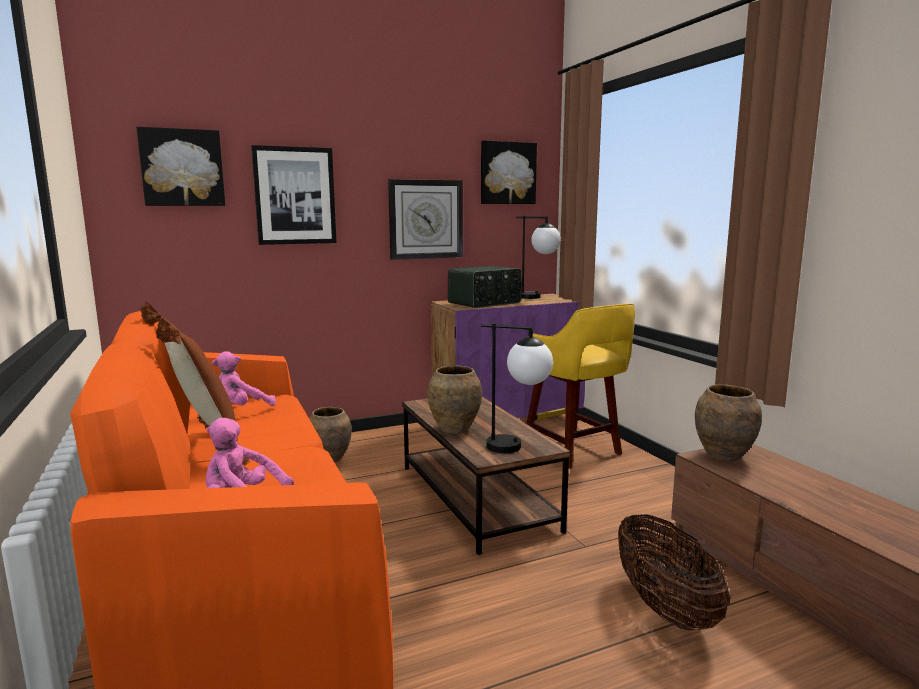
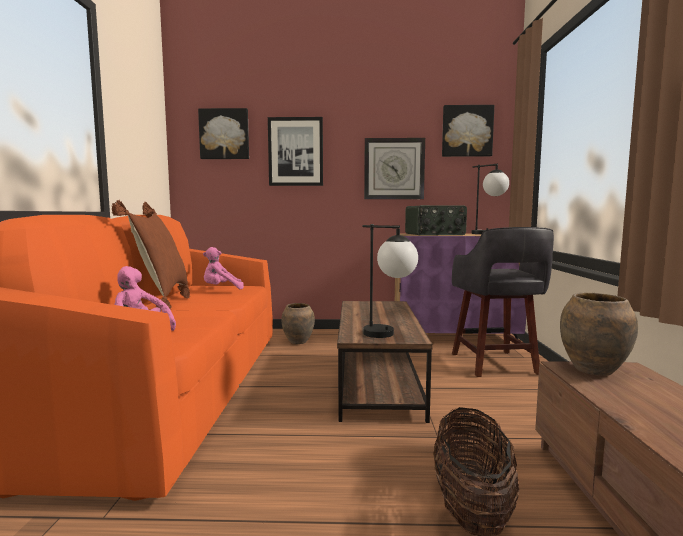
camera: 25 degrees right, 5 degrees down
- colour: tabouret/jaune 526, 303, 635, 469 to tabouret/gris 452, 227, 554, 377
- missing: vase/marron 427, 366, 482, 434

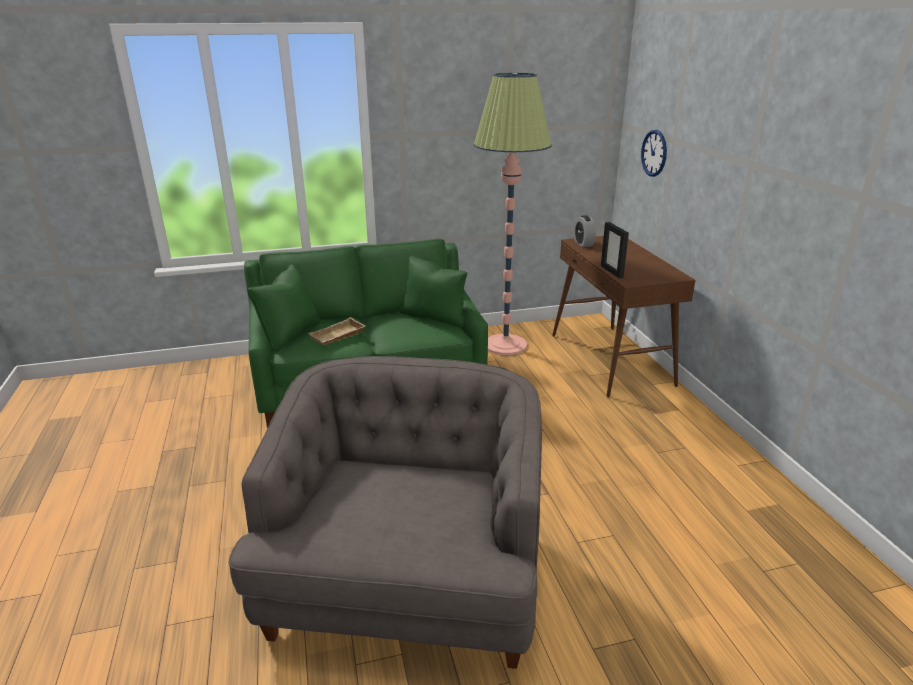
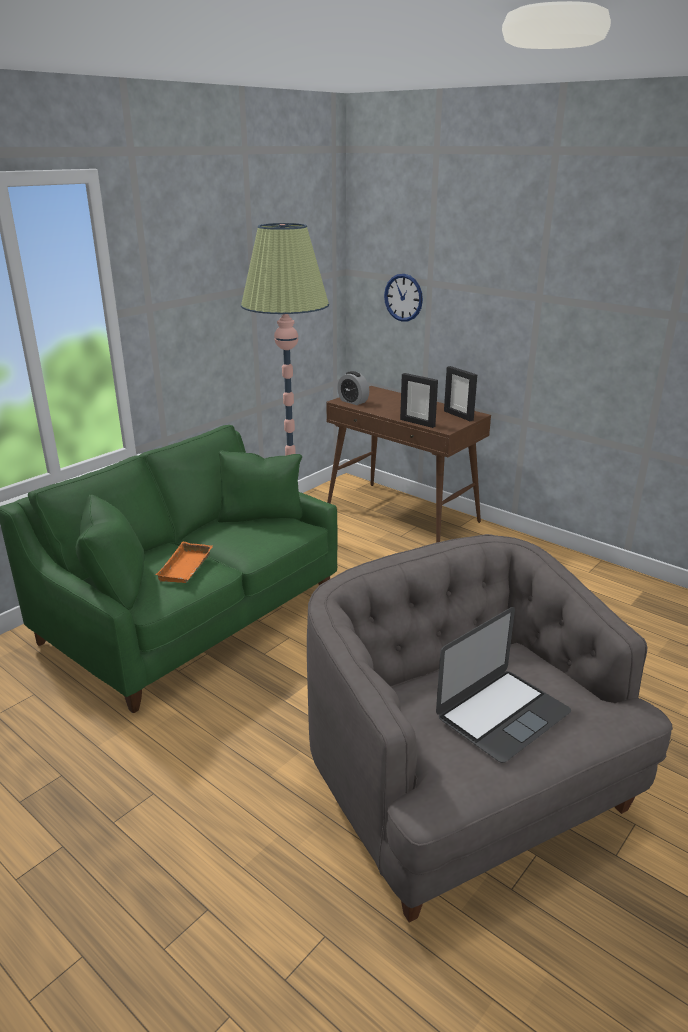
camera: 35 degrees left, 0 degrees up
- colour: plateau/beige 308, 317, 365, 345 to plateau/orange 156, 541, 213, 583
- appeared: ordinateur portable 436, 607, 571, 763
- appeared: cadre photo 444, 366, 477, 421

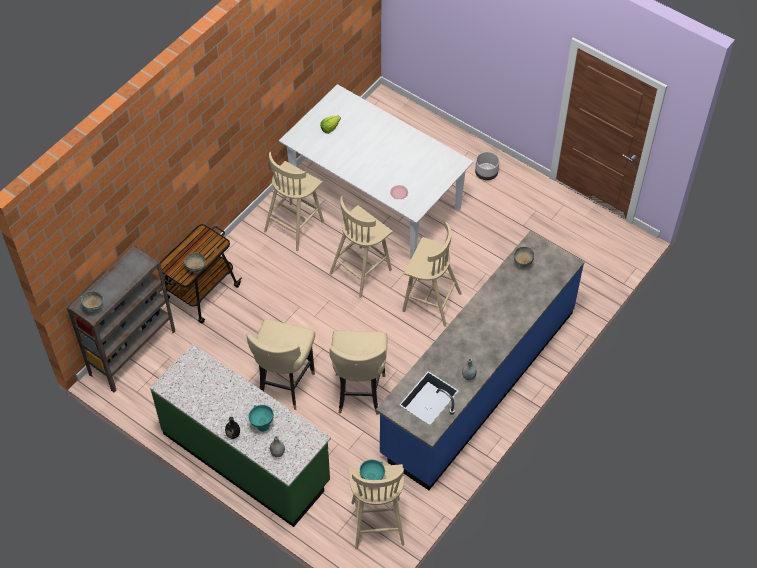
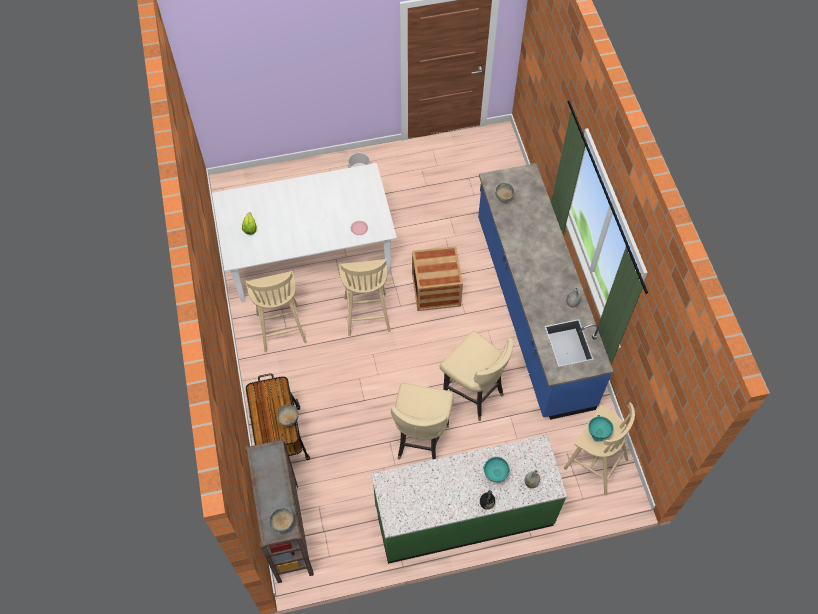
camera: 50 degrees left, 5 degrees up
- spun: chaise/beige 246, 319, 315, 410 = 391, 383, 454, 460 45 degrees clockwise
- exchanged: tabouret/beige 402, 222, 462, 327 to caisse 412, 246, 463, 311

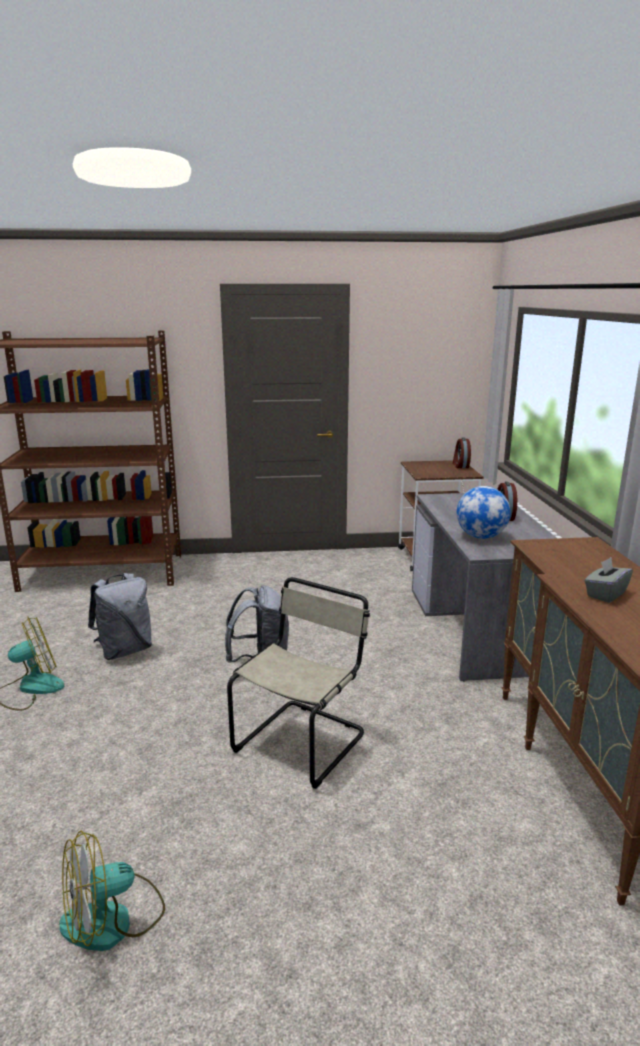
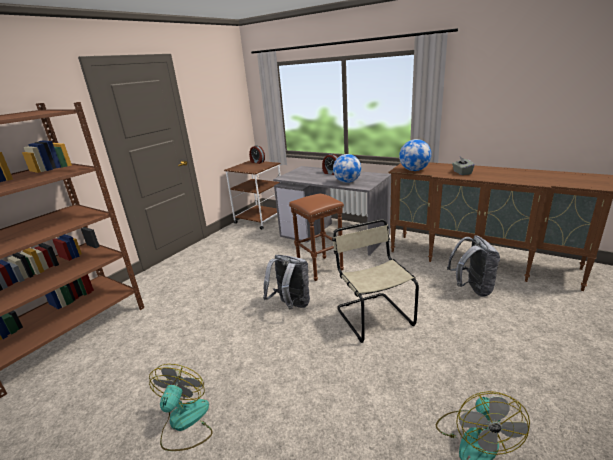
camera: 50 degrees left, 5 degrees up
- appeared: tabouret/marron 289, 194, 344, 281
- appeared: globe 399, 139, 432, 171
- relocated: sac à dos/gris 88, 573, 152, 660 to 447, 235, 500, 297

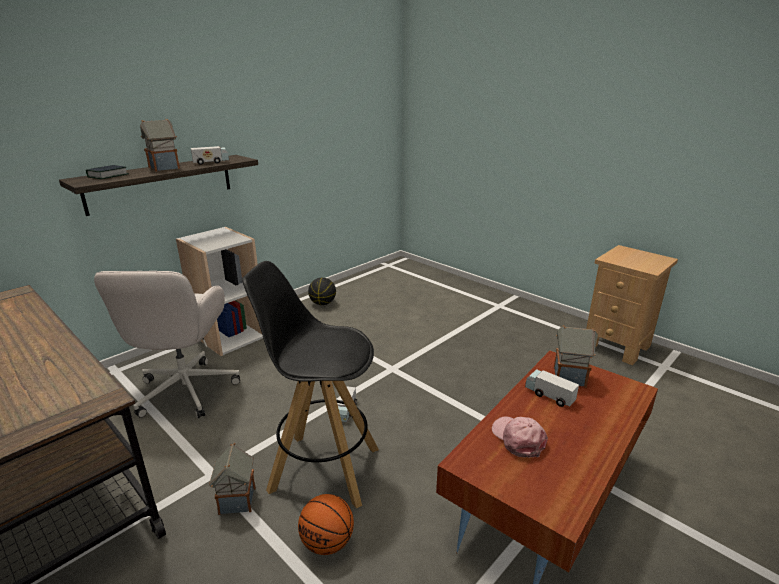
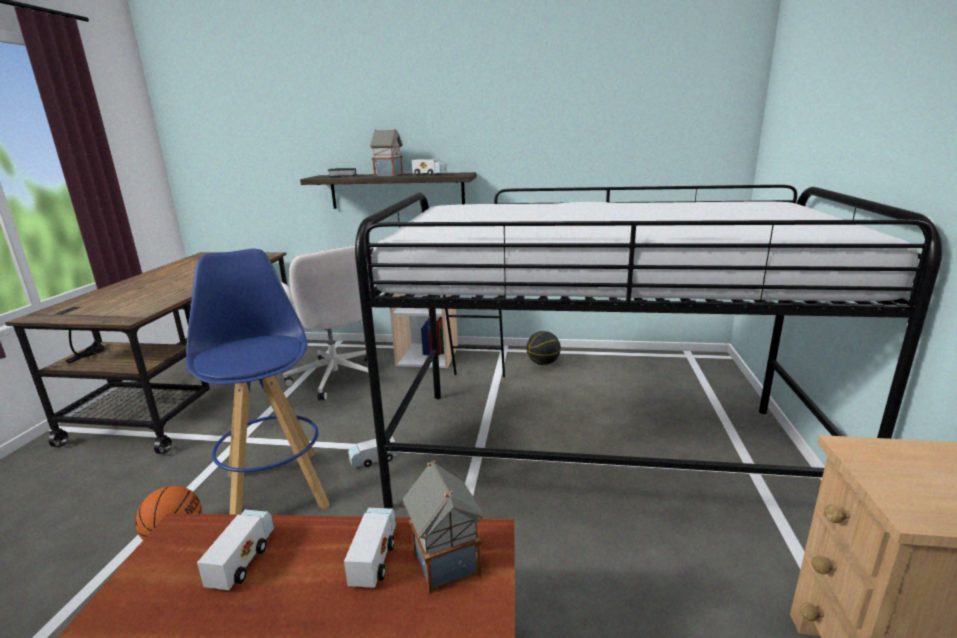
camera: 55 degrees right, 5 degrees down
- colour: tabouret/noir 242, 261, 379, 508 to tabouret/bleu 186, 249, 330, 515
- exchanged: casquette/rose 492, 416, 548, 458 to camion jouet 197, 510, 274, 590
- spun: chaise de bureau/blanc 94, 271, 240, 418 = 281, 245, 380, 400 90 degrees counterclockwise
- appeared: lit/noir 355, 185, 943, 509
- missing: maison miniature 209, 443, 256, 515

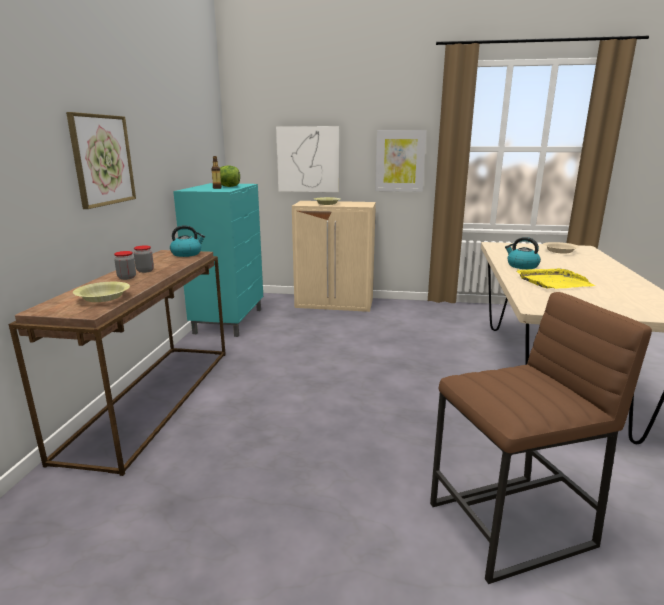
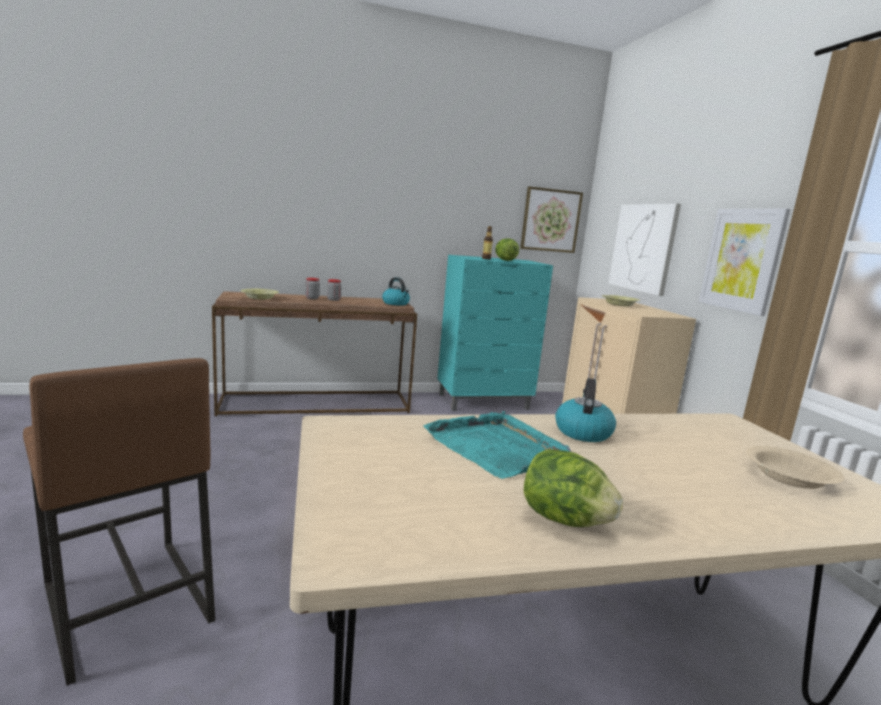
camera: 65 degrees right, 5 degrees down
- colour: plateau/jaune 516, 268, 596, 289 to plateau/turquoise 423, 411, 571, 479
- relocated: tableau 66, 112, 136, 209 to 520, 186, 583, 253
- appeared: laitue 524, 449, 623, 527

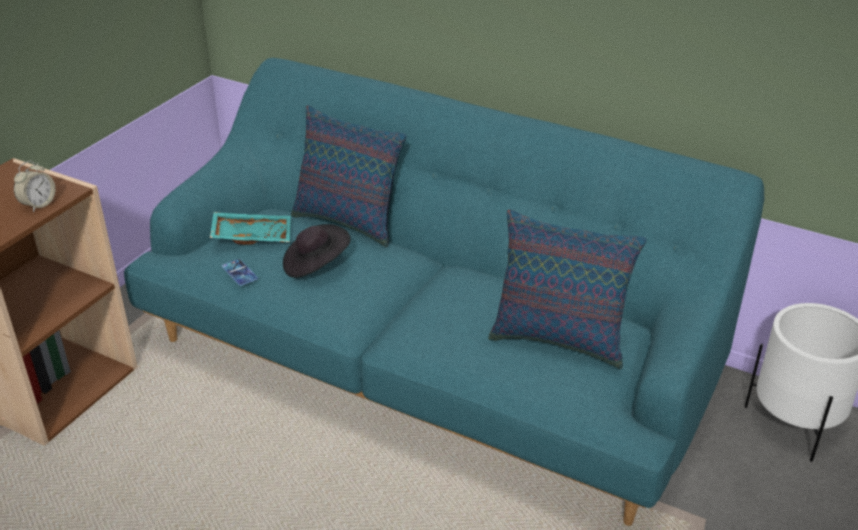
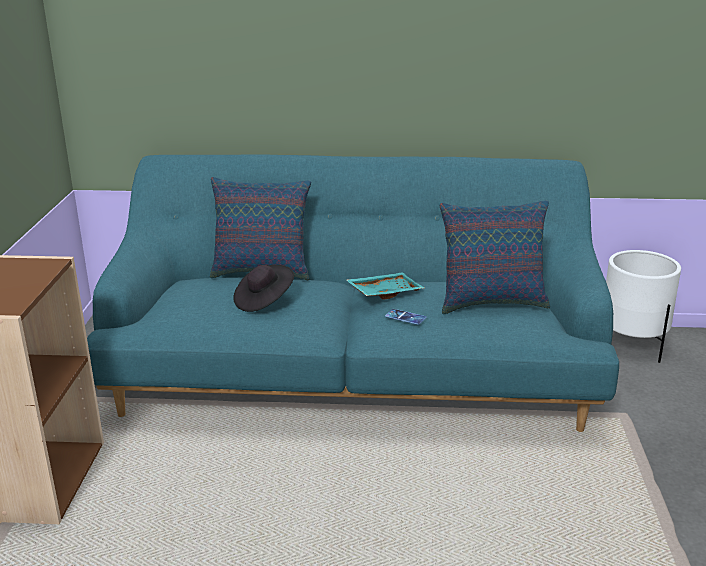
camera: 25 degrees left, 10 degrees down
- relocated: plateau/turquoise 210, 212, 291, 245 to 346, 272, 424, 299
- relocated: téléphone 222, 259, 258, 286 to 385, 309, 427, 325
- missing: réveil 14, 161, 56, 212

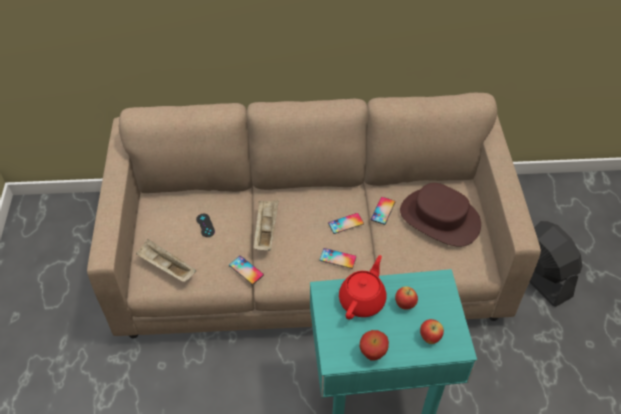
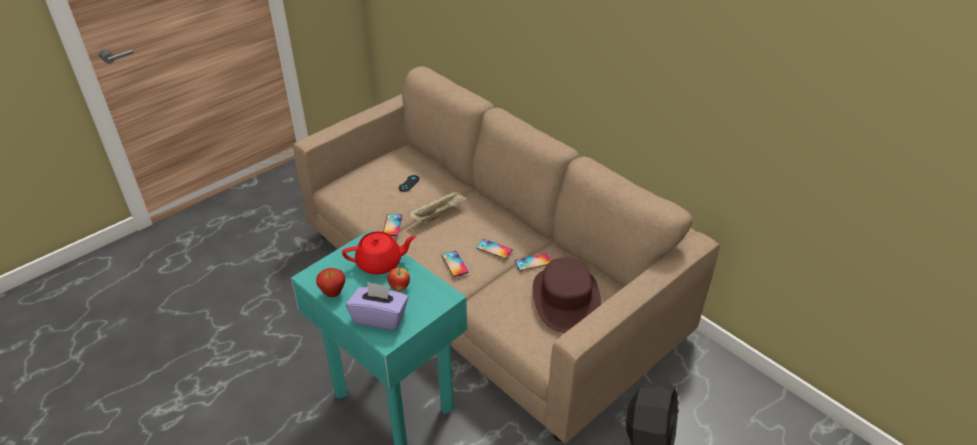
camera: 50 degrees right, 10 degrees down
- exchanged: pomme 420, 319, 444, 344 to boîte à mouchoirs/violet 346, 281, 409, 330
- missing: plateau/beige 136, 239, 197, 282

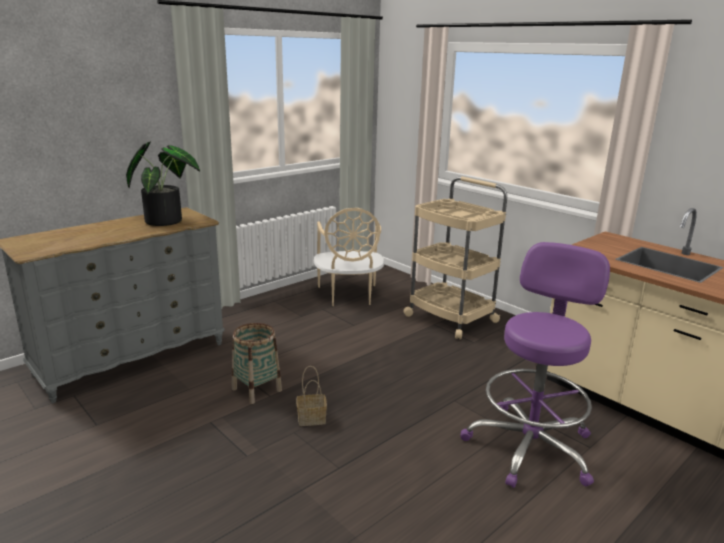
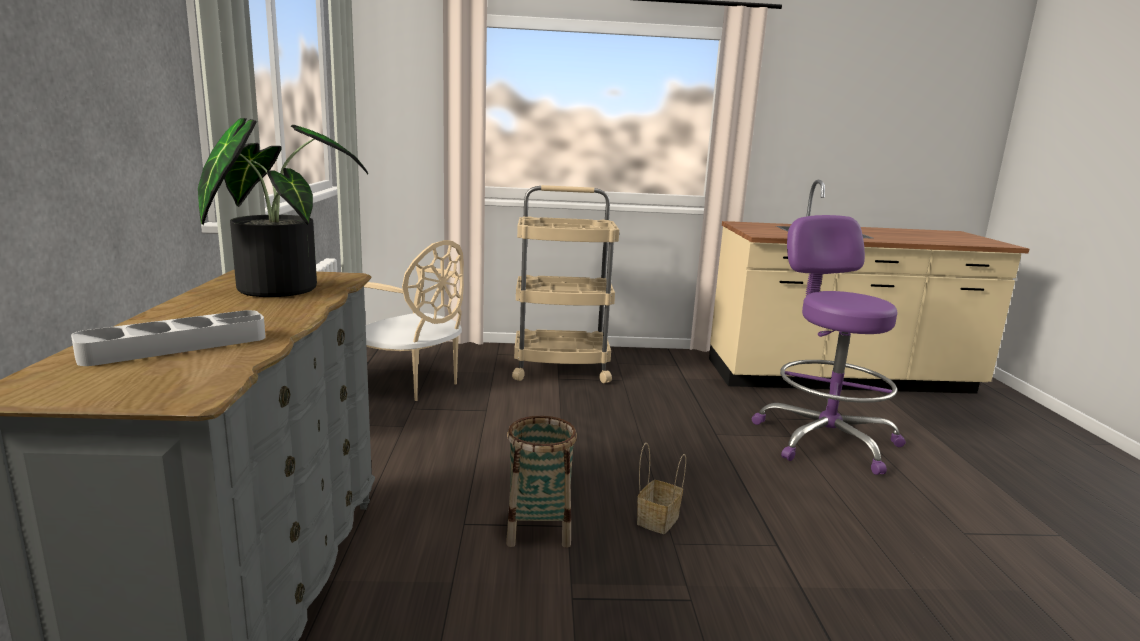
camera: 50 degrees left, 5 degrees down
- appeared: plateau/gris 71, 310, 266, 366

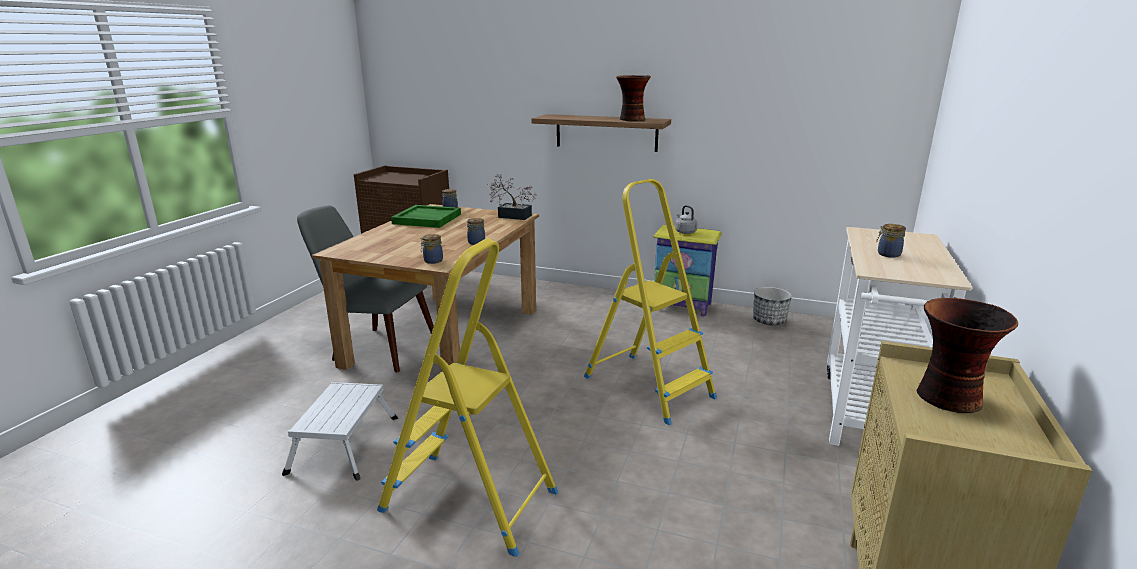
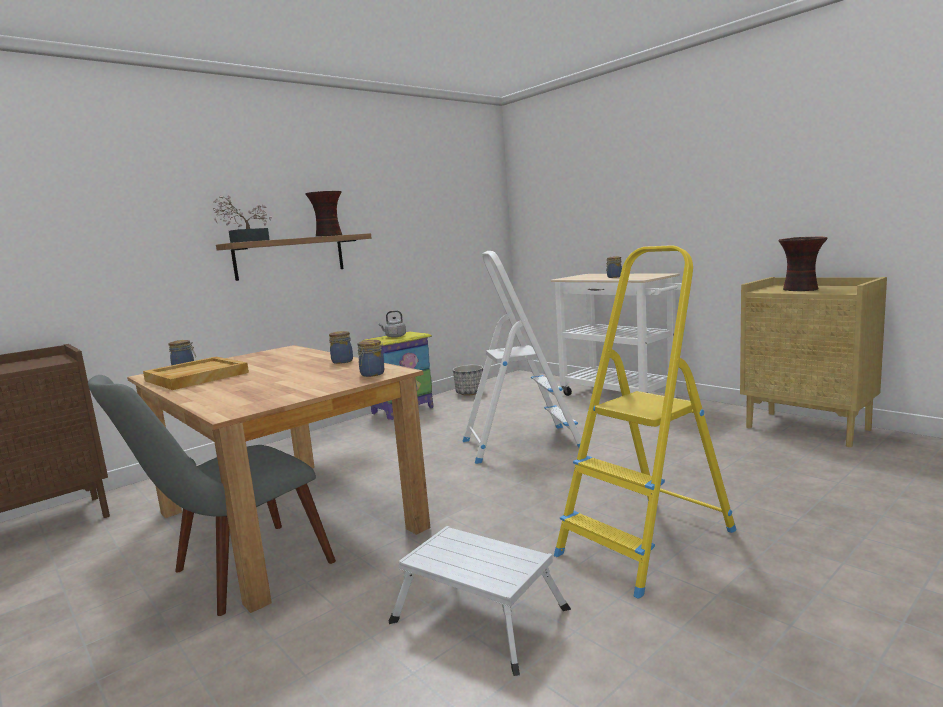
camera: 60 degrees left, 10 degrees down
- colour: plateau/vert 391, 205, 461, 228 to plateau/beige 143, 357, 249, 390
- relocated: plante en pot 487, 174, 537, 220 to 213, 195, 272, 243
- colour: escabeau/jaune 584, 179, 717, 425 to escabeau/blanc 463, 251, 582, 464

